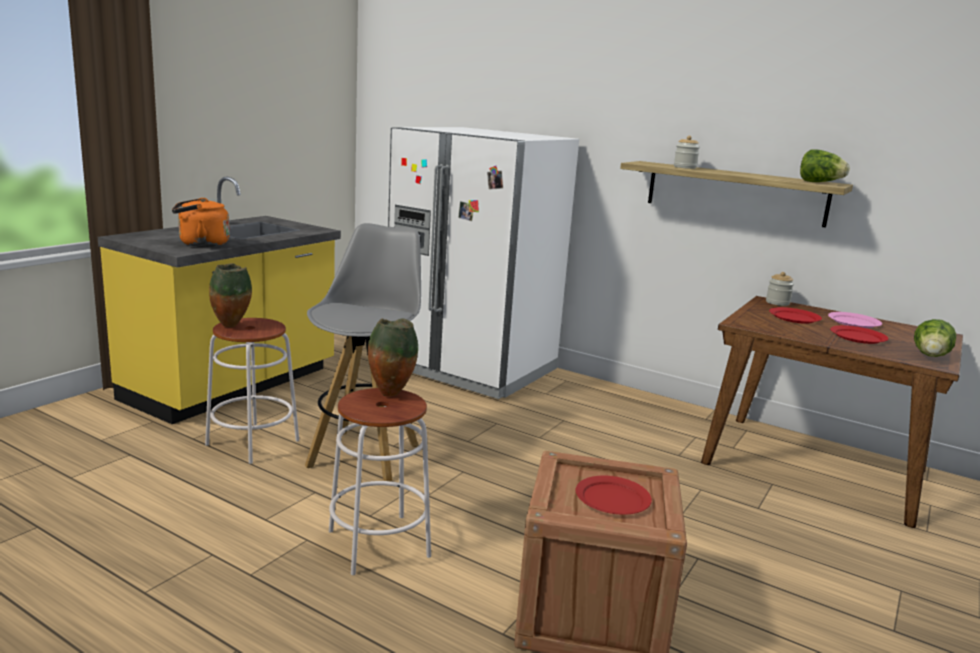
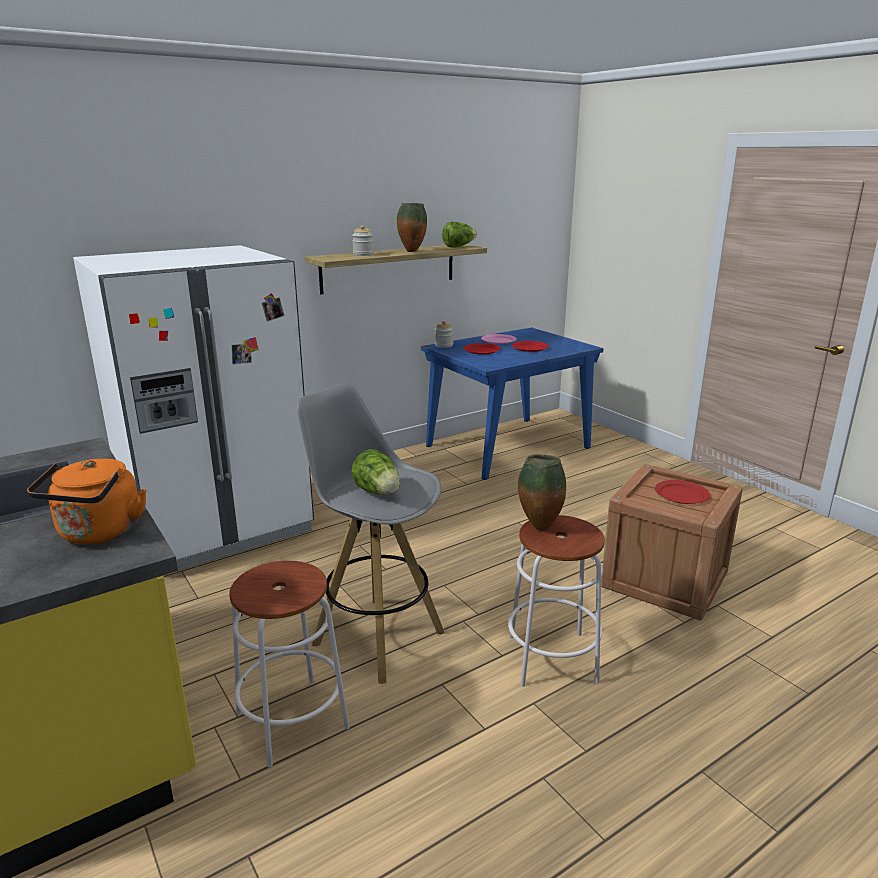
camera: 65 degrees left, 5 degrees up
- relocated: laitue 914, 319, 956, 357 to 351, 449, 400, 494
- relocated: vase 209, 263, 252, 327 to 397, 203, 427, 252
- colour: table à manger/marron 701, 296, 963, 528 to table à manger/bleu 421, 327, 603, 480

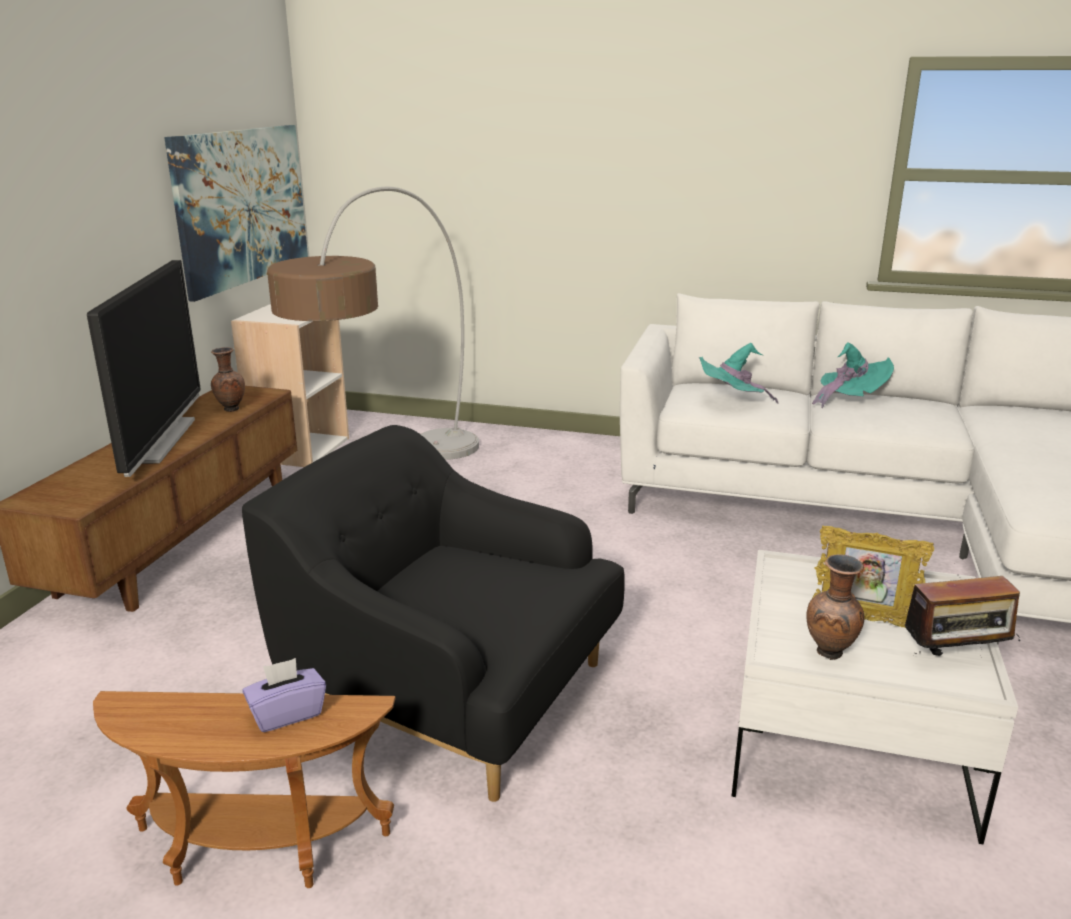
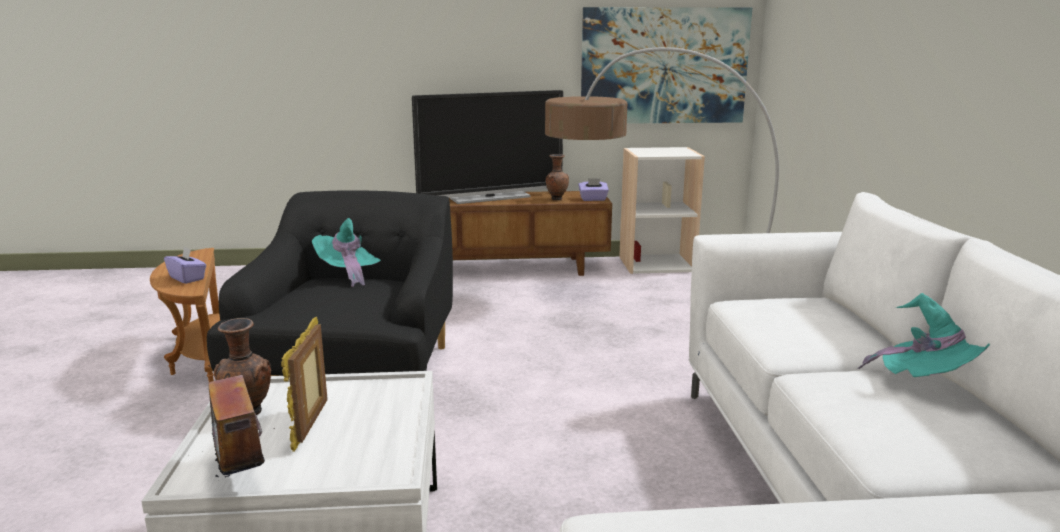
camera: 70 degrees right, 5 degrees down
- relocated: chapeau/turquoise 699, 343, 779, 404 to 312, 218, 381, 287
- appeared: boîte à mouchoirs/violet 578, 178, 609, 201

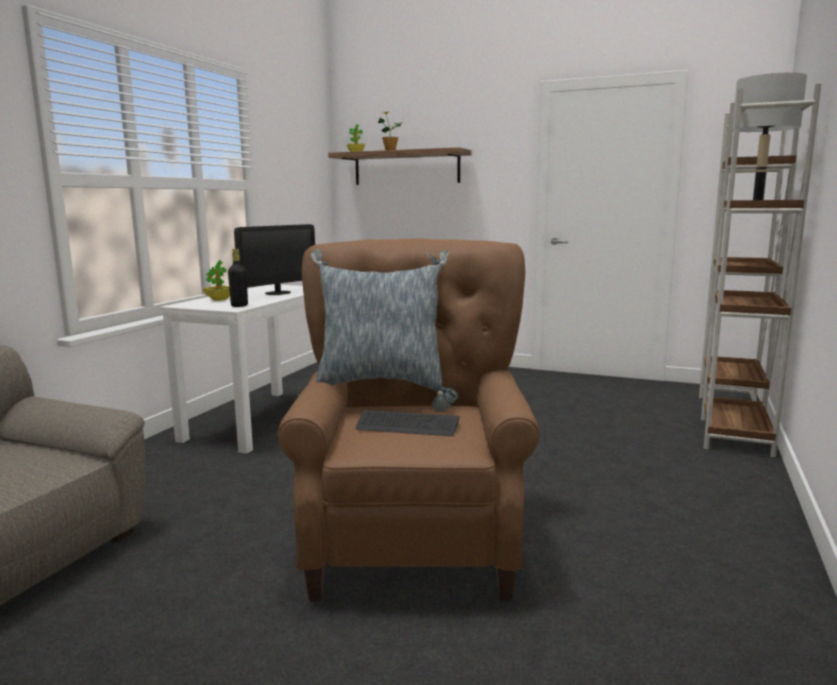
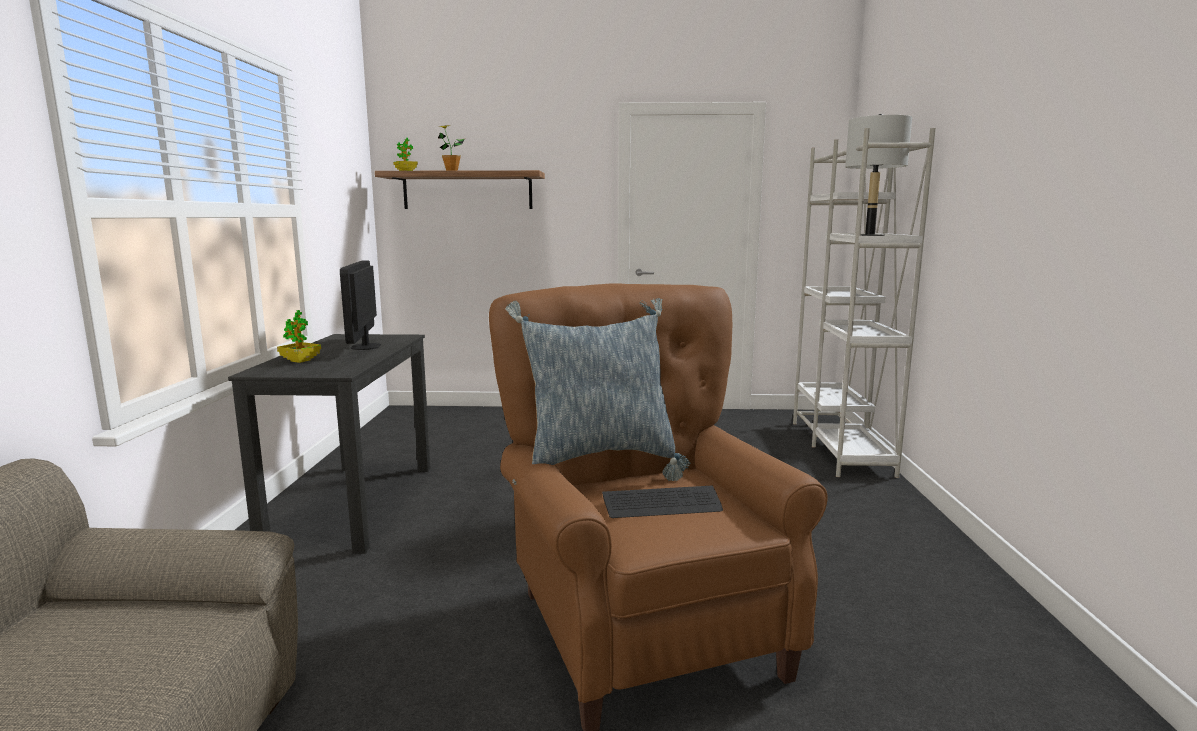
camera: 20 degrees left, 0 degrees up
- colour: bureau/blanc 160, 284, 305, 454 to bureau/noir 228, 334, 431, 554
- spun: écran d'ordinateur 234, 224, 315, 295 = 340, 261, 381, 350 150 degrees clockwise
- colour: bibliothèque/marron 699, 84, 821, 458 to bibliothèque/blanc 793, 128, 936, 478
- missing: bouteille/noir 228, 249, 248, 307

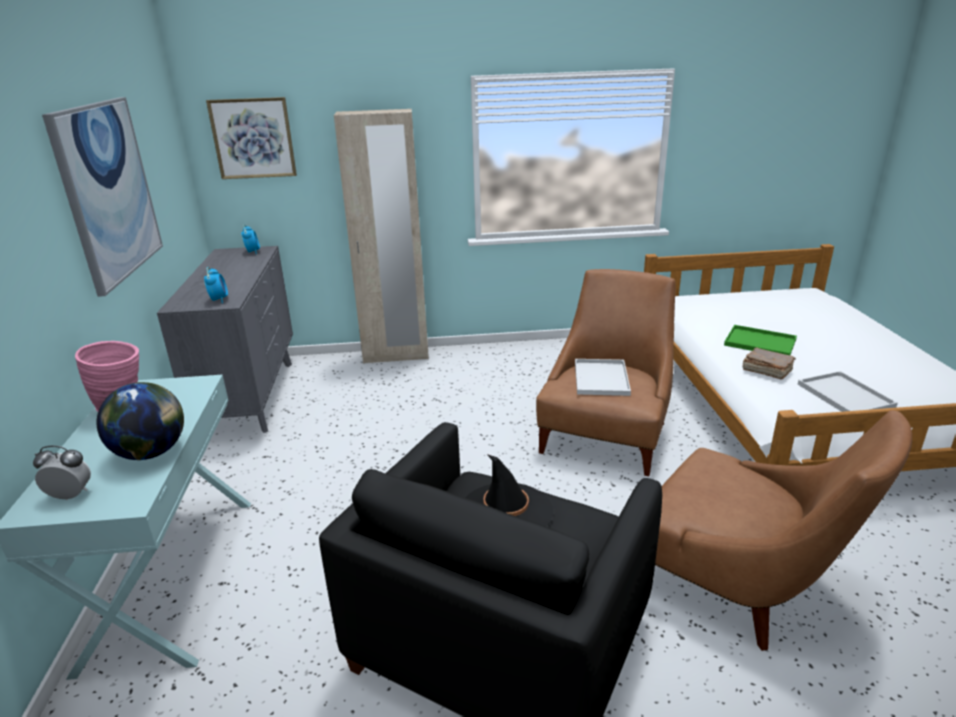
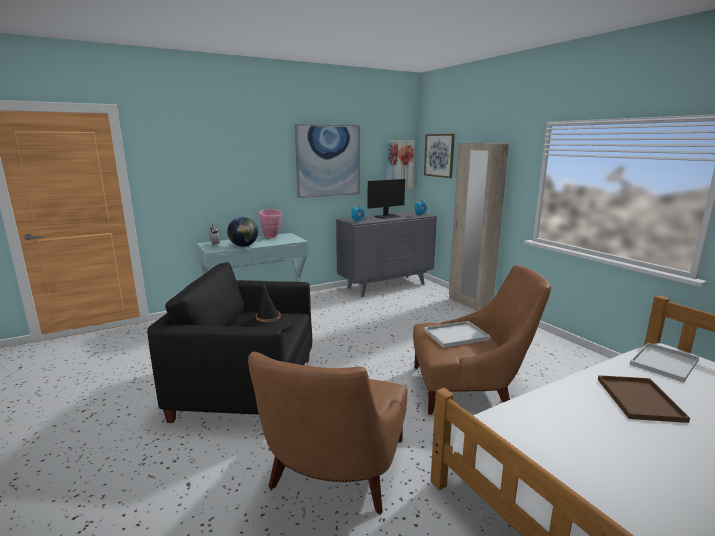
camera: 65 degrees right, 10 degrees down
- appeared: écran d'ordinateur 367, 179, 405, 219
- appeared: tableau 386, 141, 414, 189
- colour: plateau/vert 724, 325, 797, 355 to plateau/marron 598, 375, 690, 423
- relocated: plateau/blanc 798, 371, 898, 412 to 629, 343, 699, 383
- missing: livre/marron 743, 347, 795, 379

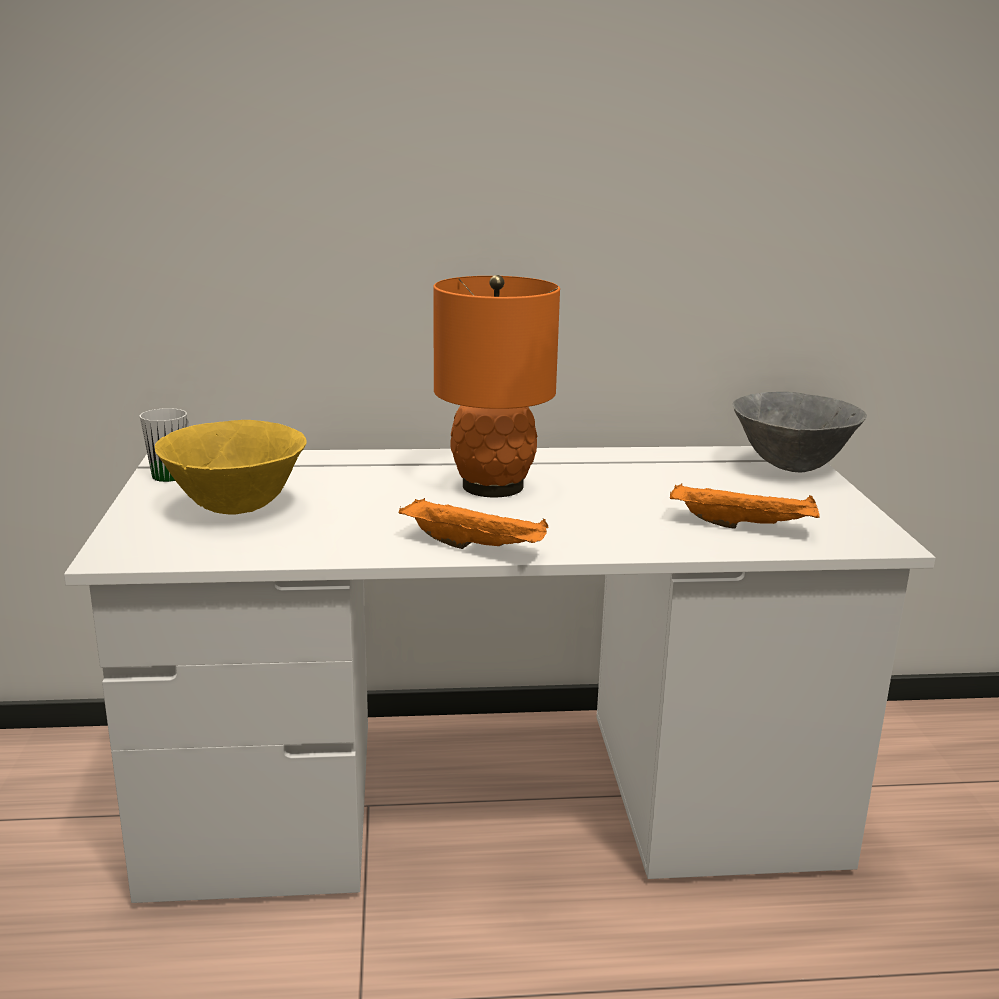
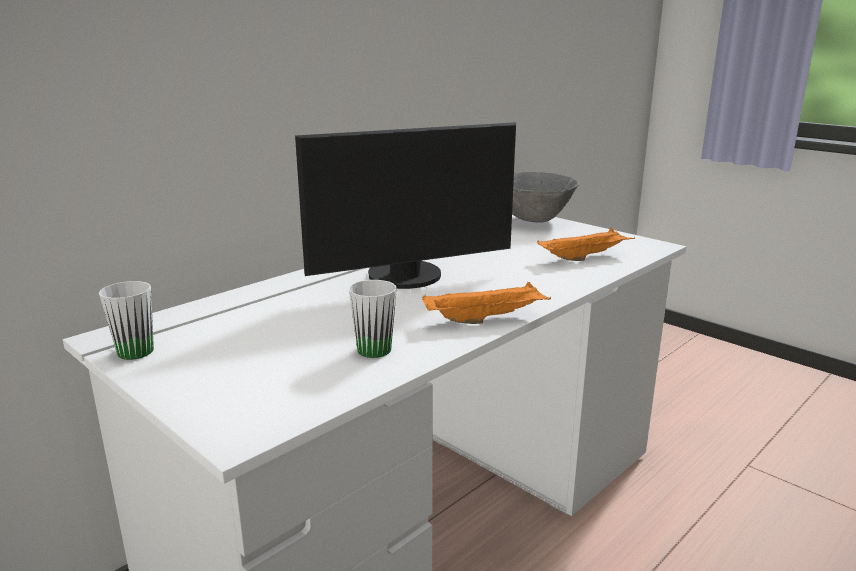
camera: 40 degrees left, 0 degrees up
- exchanged: lampe de table/orange 433, 275, 560, 497 to écran d'ordinateur 295, 122, 516, 289
- appeared: mug/blanc 349, 280, 397, 358
- missing: bol/jaune 155, 420, 307, 514

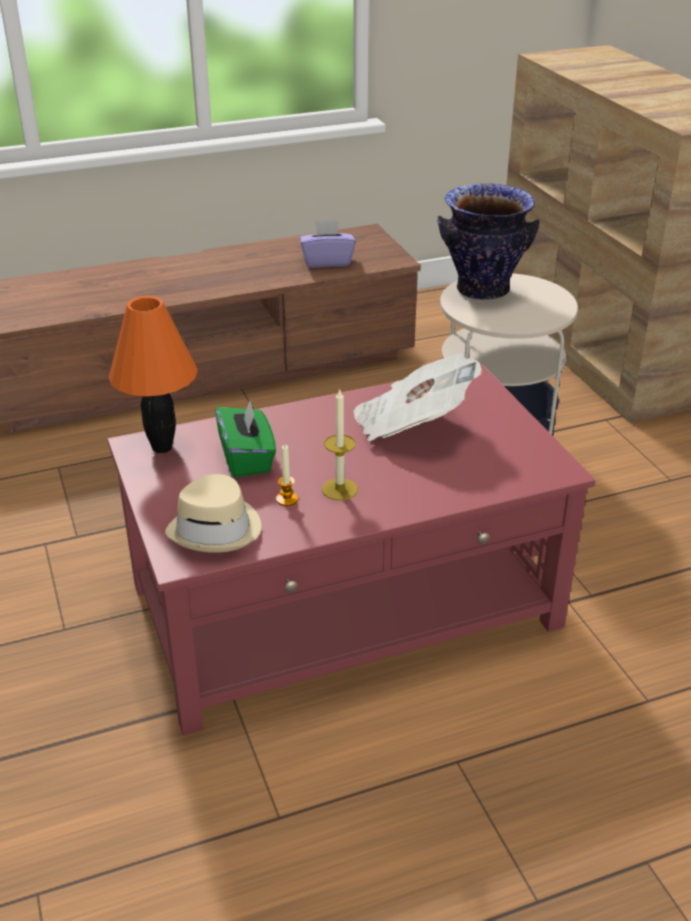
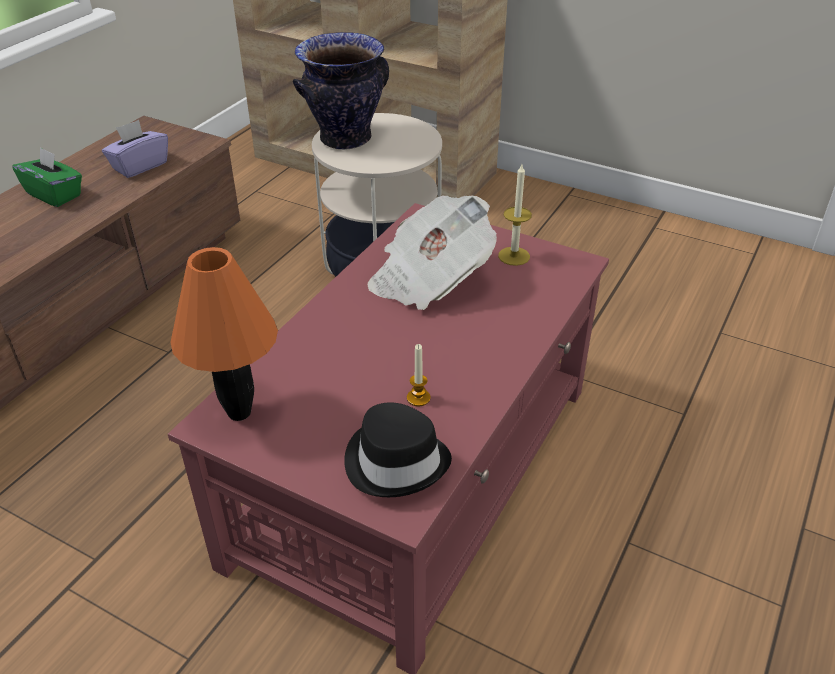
camera: 40 degrees left, 5 degrees up
- relocated: boîte à mouchoirs/vert 215, 398, 276, 477 to 12, 147, 82, 207
- colour: chapeau/beige 165, 474, 261, 553 to chapeau/noir 344, 402, 452, 497
- relocated: bougie 322, 388, 358, 500 to 498, 164, 532, 266

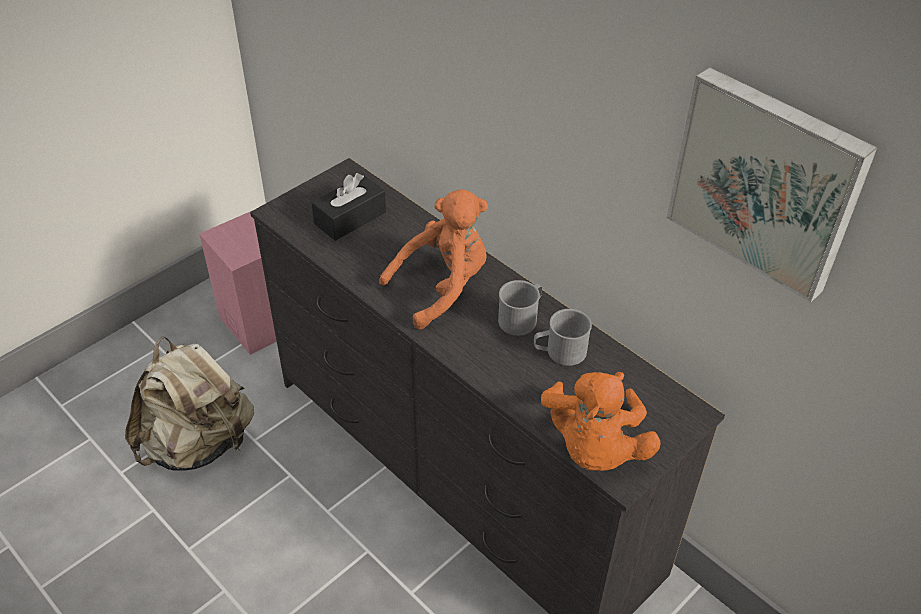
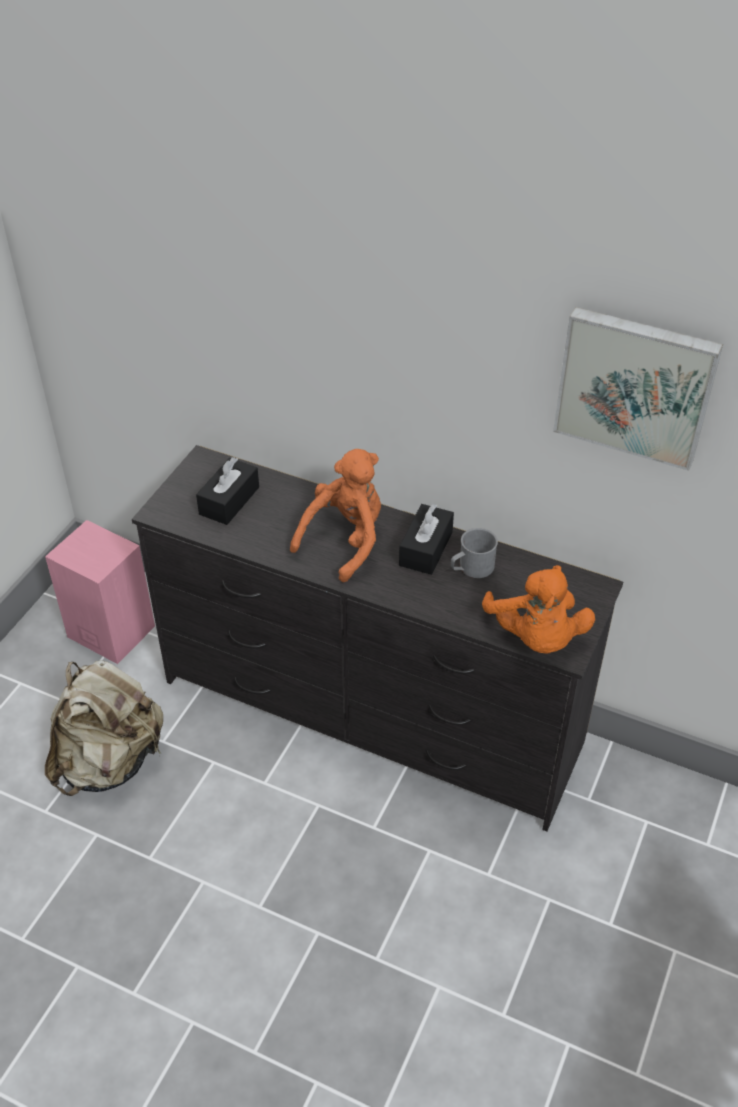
camera: 20 degrees left, 0 degrees up
- exchanged: mug/gris 498, 280, 542, 336 to boîte à mouchoirs/noir 399, 504, 454, 575

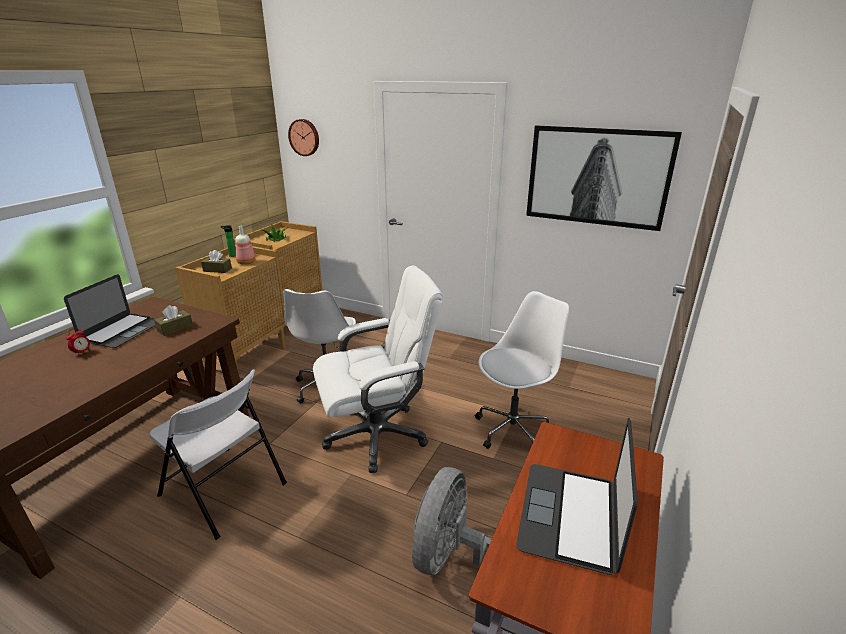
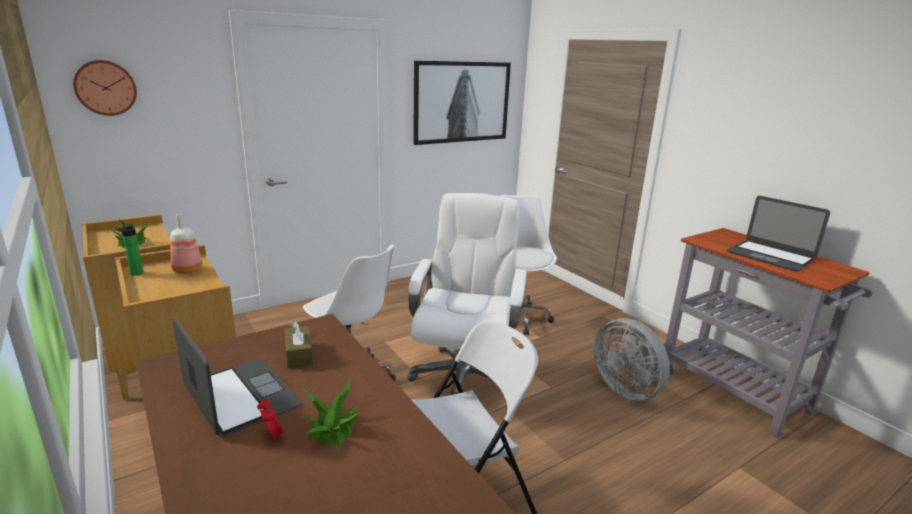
camera: 60 degrees left, 5 degrees down
- appeared: plante en pot 304, 376, 359, 446
- missing: boîte à mouchoirs/marron 201, 250, 232, 273

